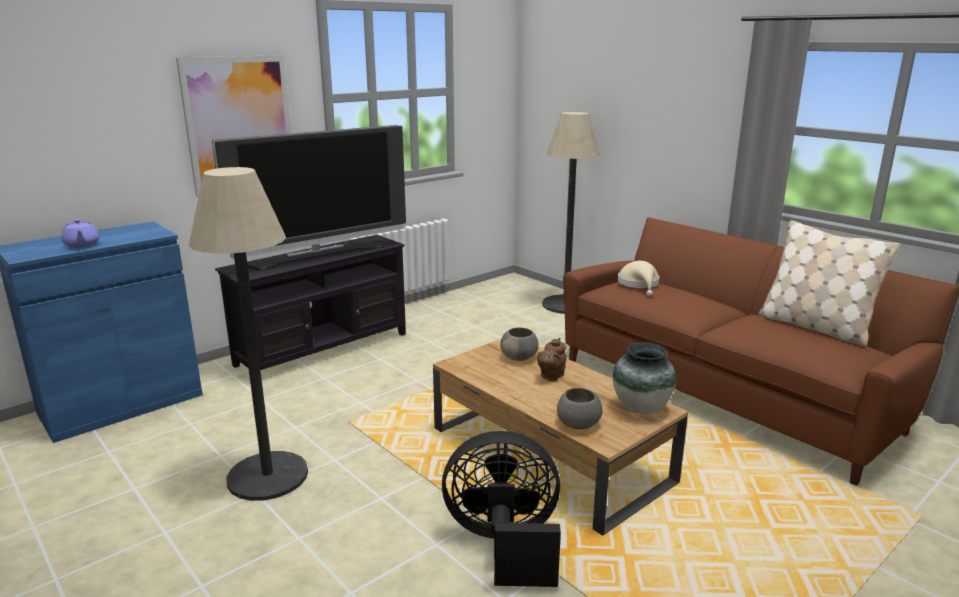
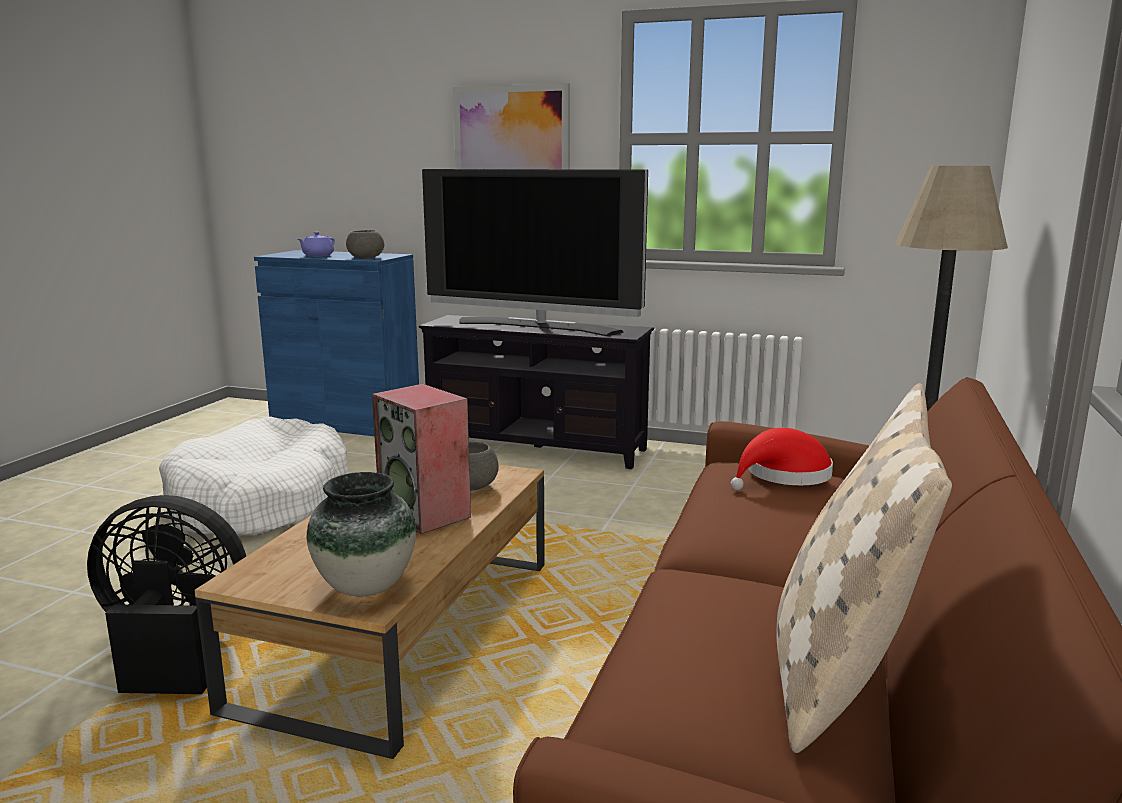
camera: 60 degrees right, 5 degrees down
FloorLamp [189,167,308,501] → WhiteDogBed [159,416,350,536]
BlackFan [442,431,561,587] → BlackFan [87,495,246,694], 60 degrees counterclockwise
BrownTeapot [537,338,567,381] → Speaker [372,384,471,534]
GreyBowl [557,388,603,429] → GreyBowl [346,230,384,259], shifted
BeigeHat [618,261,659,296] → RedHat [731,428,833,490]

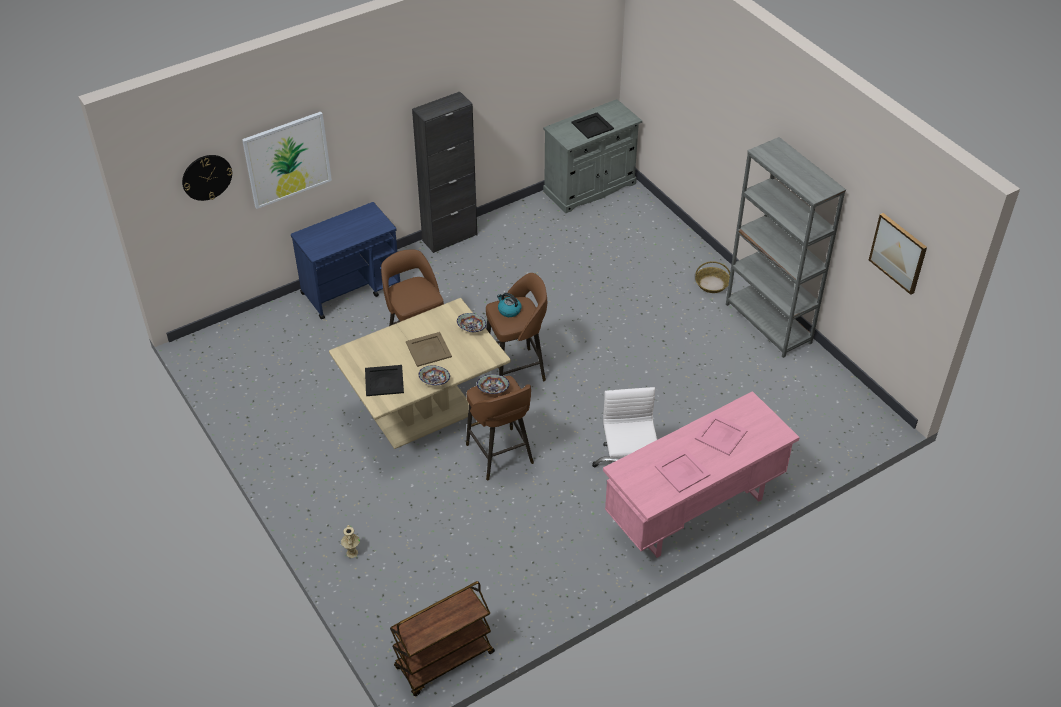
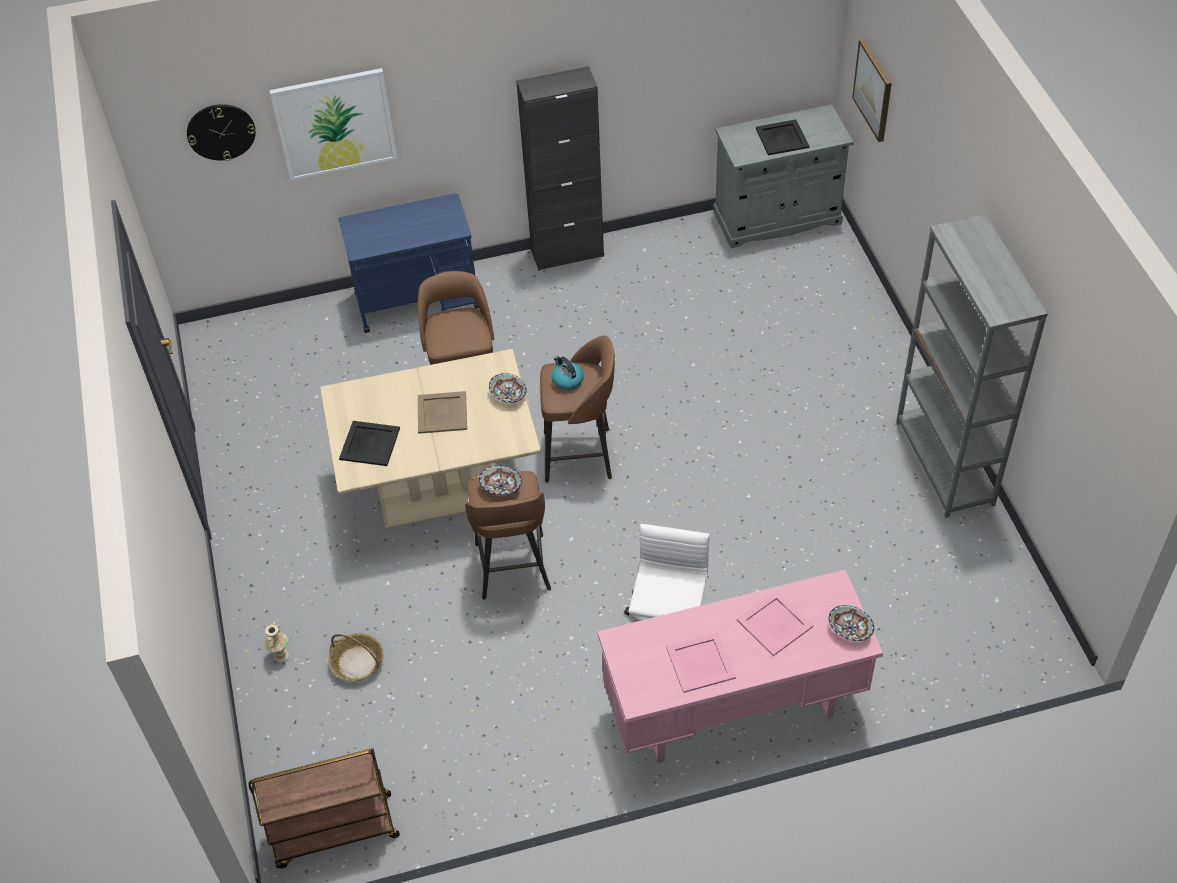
camera: 20 degrees right, 5 degrees up
Bowl [418,365,450,386] → Bowl [829,605,874,641], shifted
Basket [695,261,730,293] → Basket [328,633,384,681], shifted
Picture [869,213,927,295] → Picture [852,39,892,142], shifted

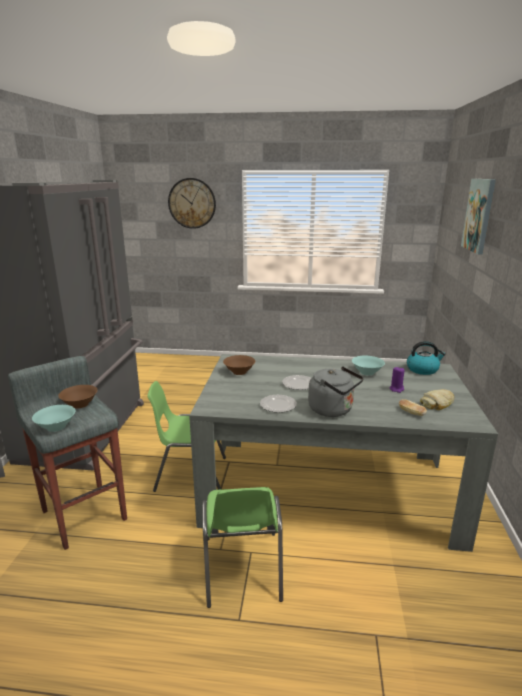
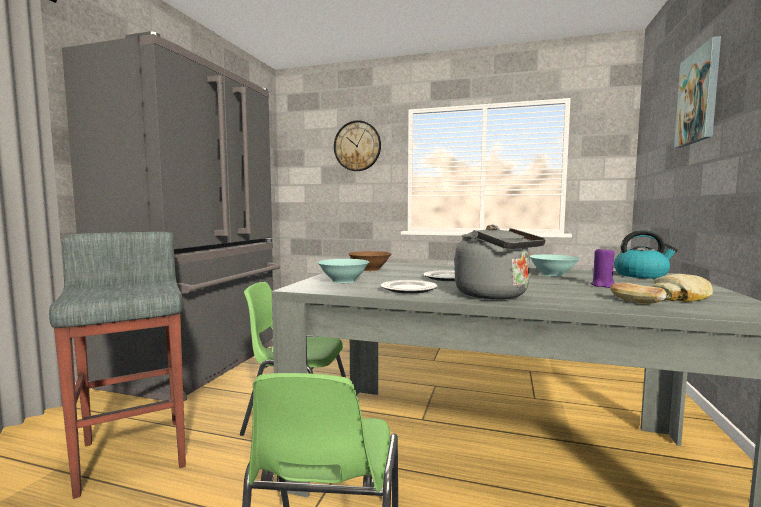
camera: 10 degrees right, 15 degrees down
TurquoiseBowl [32,405,75,432] → TurquoiseBowl [317,259,369,283], shifted
BrownBowl [58,385,97,409] → -

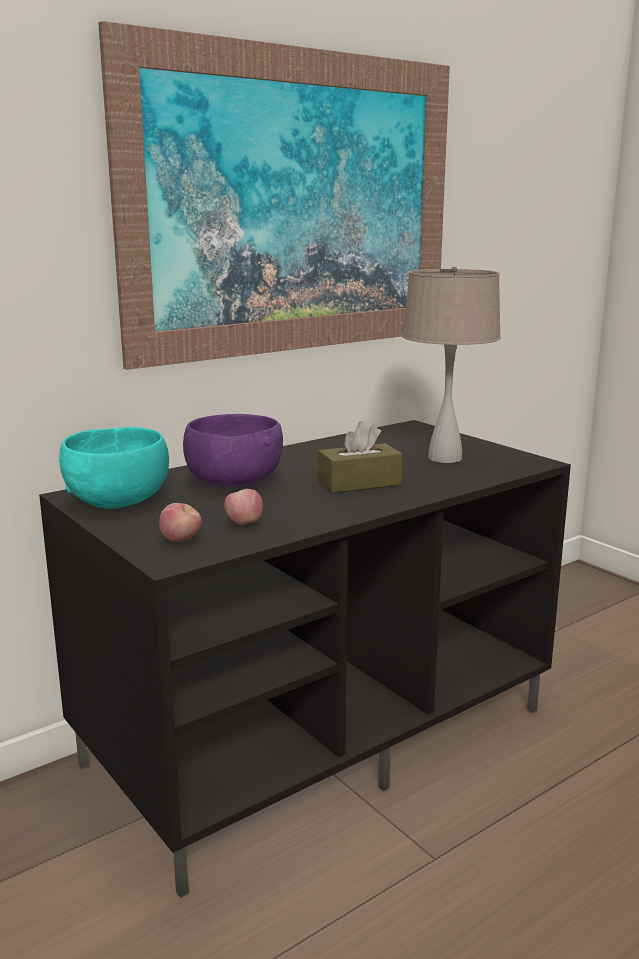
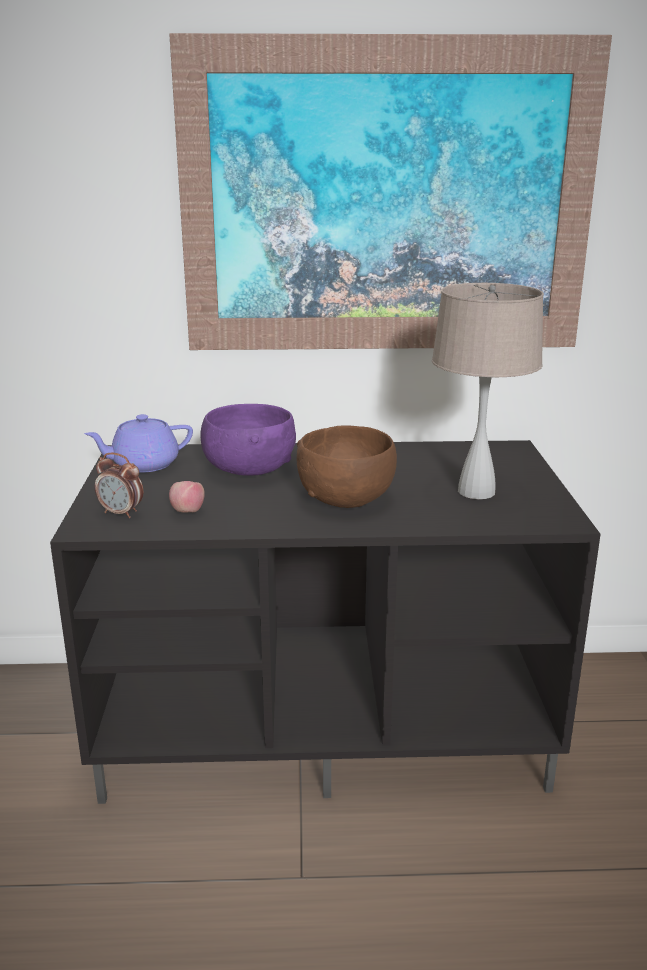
camera: 35 degrees right, 5 degrees up
TurquoiseBowl [59,427,169,509] → PurpleTeapot [84,414,193,473]
Apple [159,503,202,542] → AlarmClock [95,453,143,518]
BrownTissueBox [318,421,402,493] → BrownBowl [296,425,397,508]

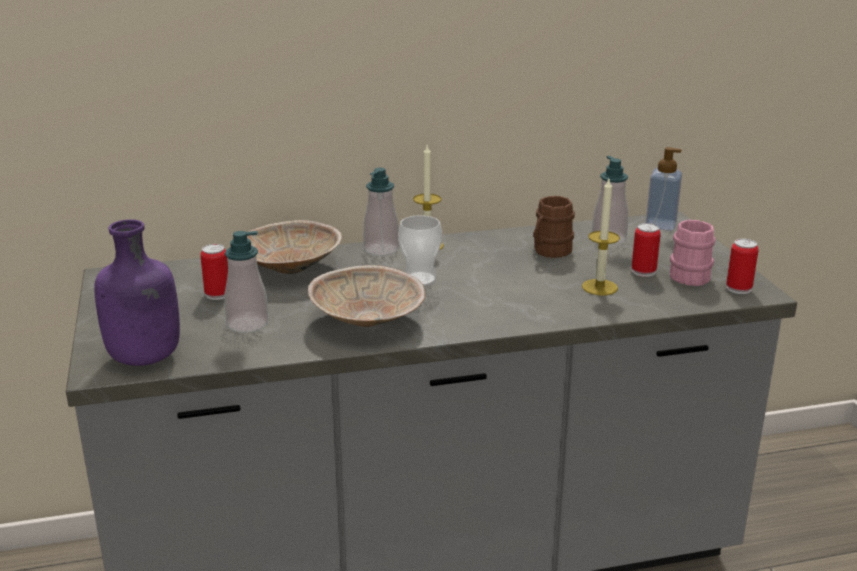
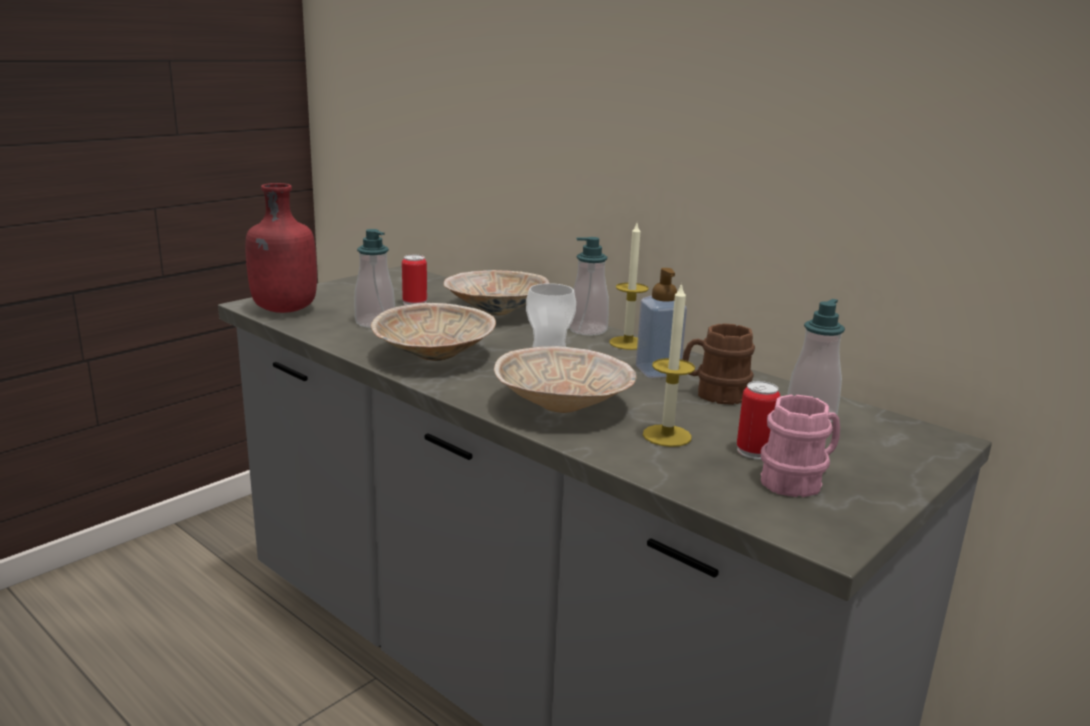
camera: 55 degrees right, 5 degrees down
PurpleBottle [95,219,180,366] → RedBottle [245,183,317,313]
SoapDispenser [646,147,682,231] → SoapDispenser [636,268,687,378], shifted
Can [726,239,759,294] → -
- → BeigeBowl [494,346,637,413]

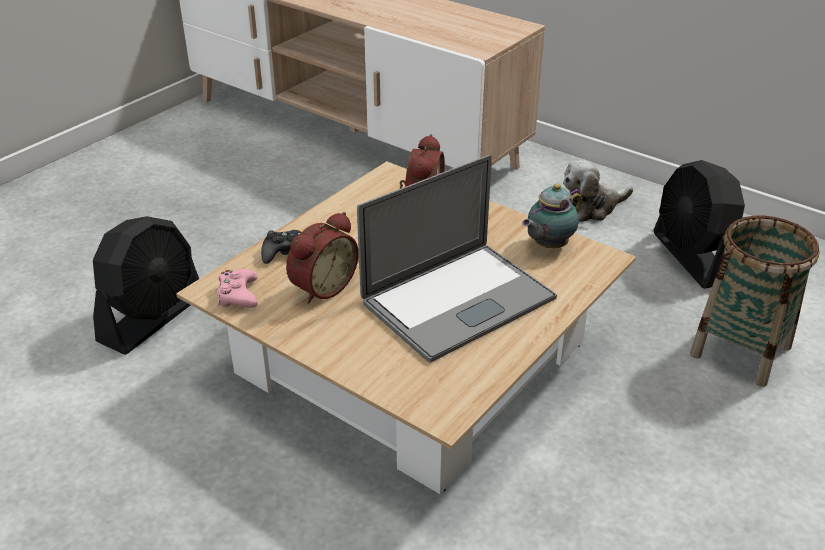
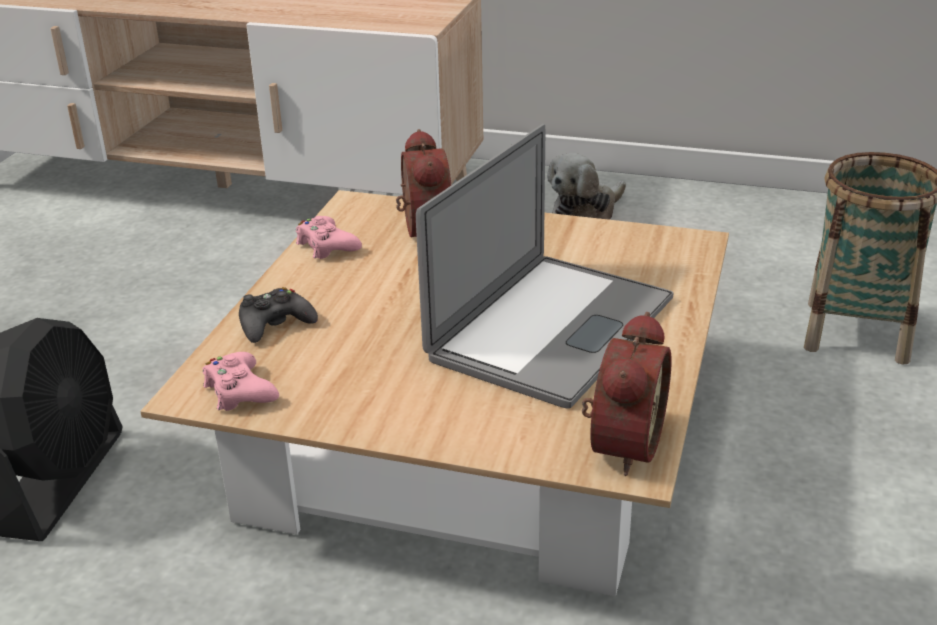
camera: 20 degrees left, 5 degrees down
AlarmClock [286,212,359,304] → AlarmClock [582,312,672,476], shifted
Teapot [522,183,582,248] → -
BlackFan [654,160,745,289] → -
- → PinkGameController [296,216,362,259]

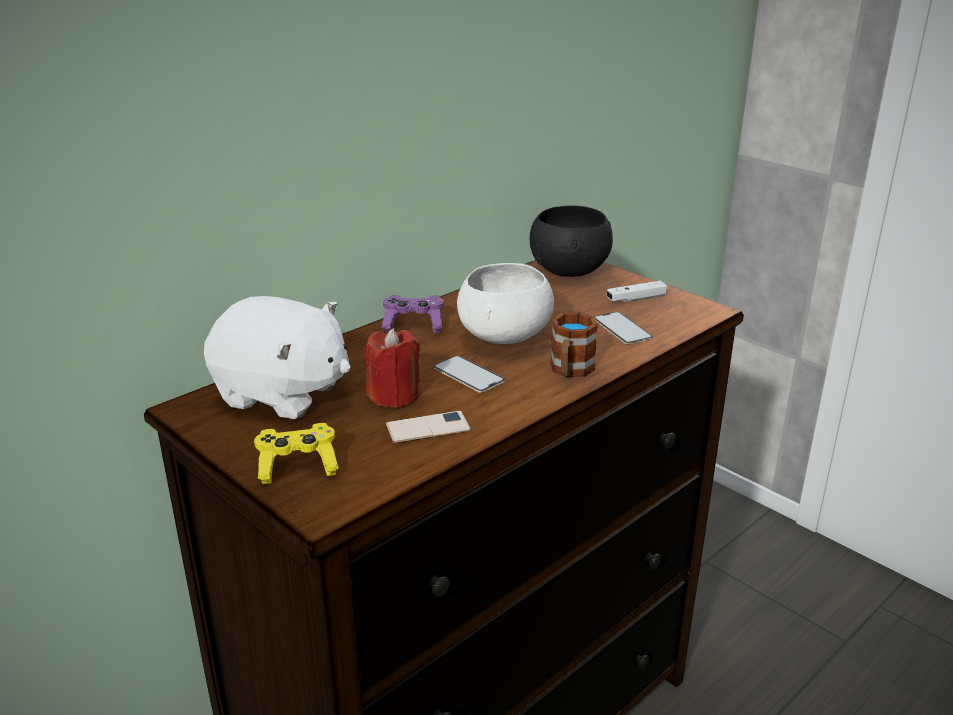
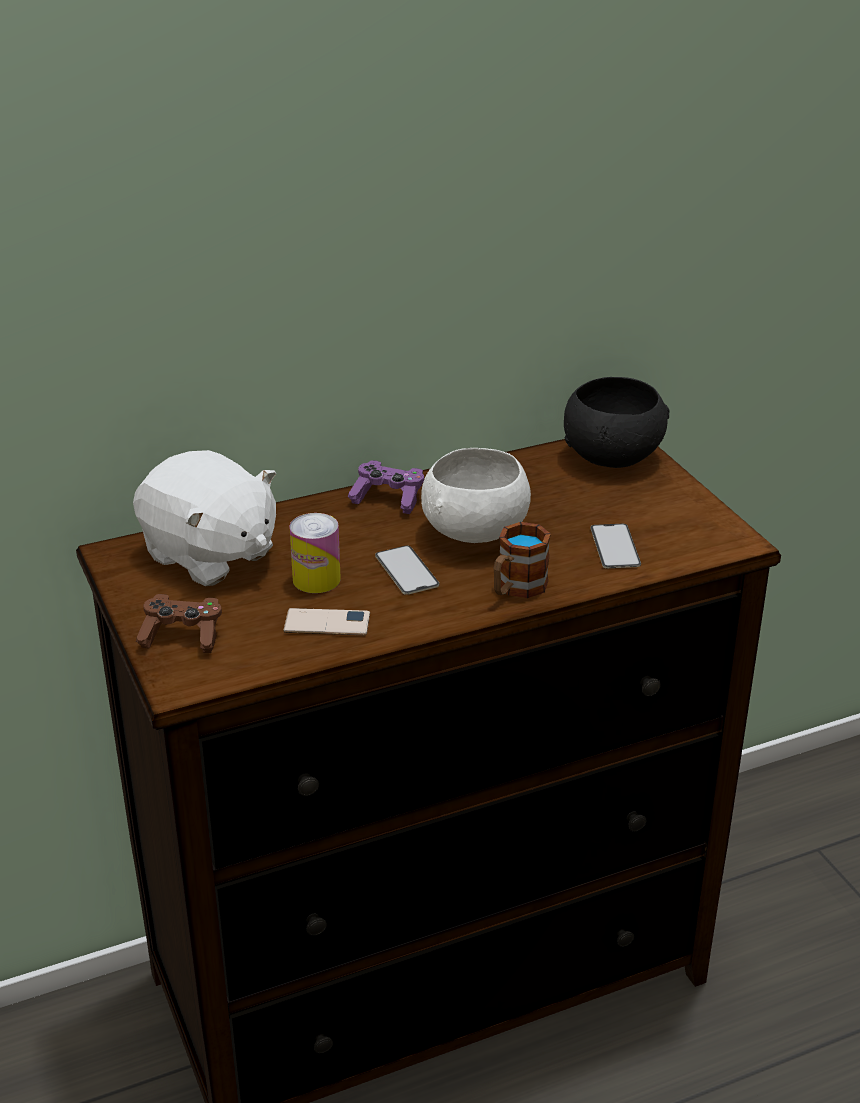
camera: 20 degrees right, 5 degrees up
YellowGameController [254,423,339,484] → BrownGameController [136,594,222,653]
RedCandle [365,328,420,408] → Can [289,513,341,593]
WhiteGameController [607,281,667,302] → -

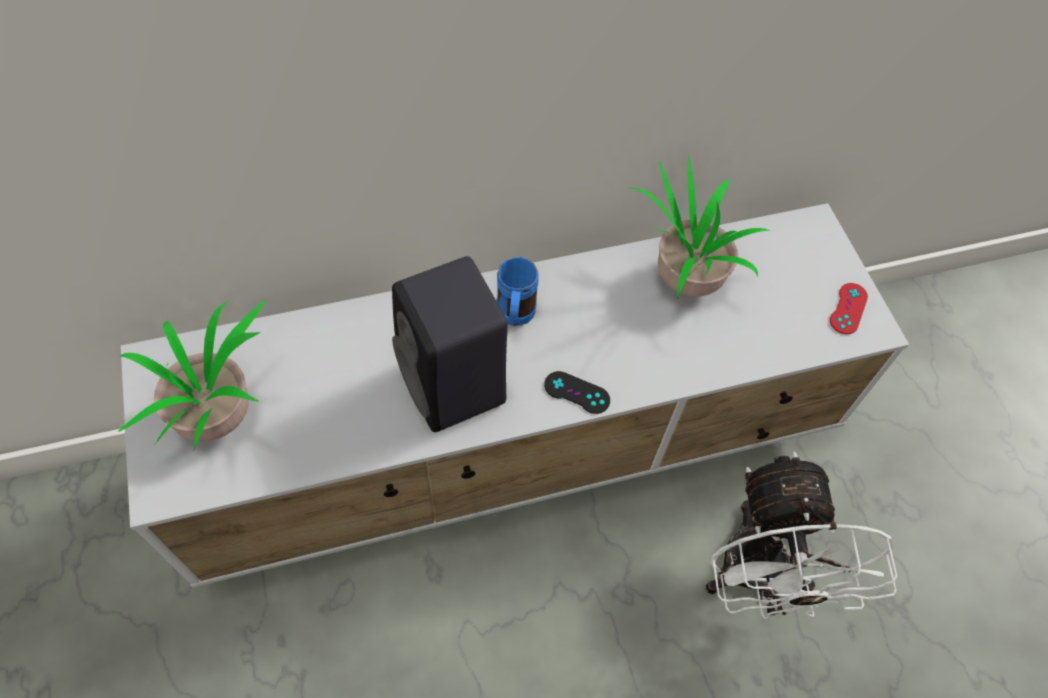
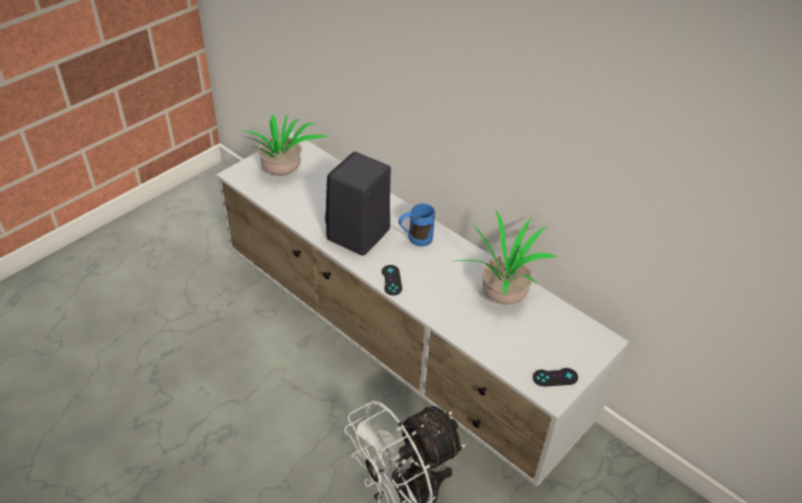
camera: 60 degrees right, 15 degrees down
RedGameController [830,283,868,334] → BlackGameController [533,368,578,387]

